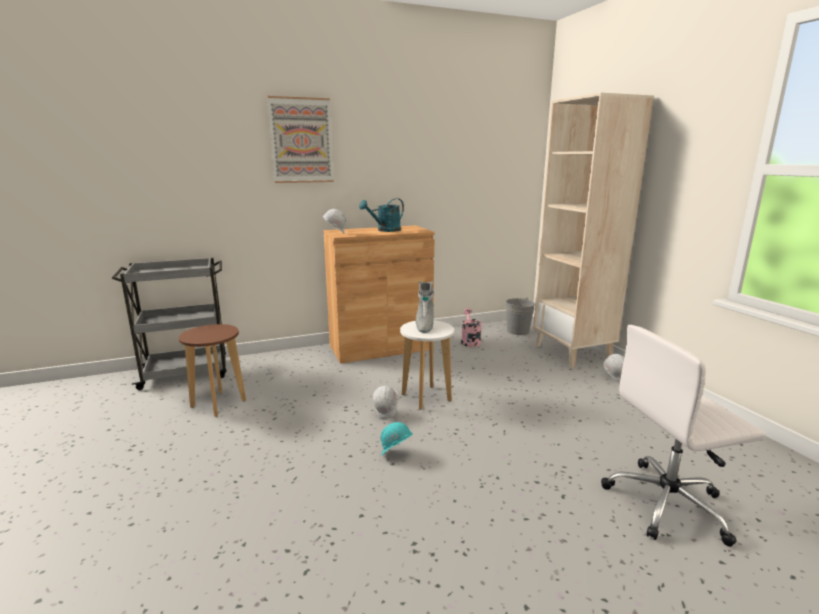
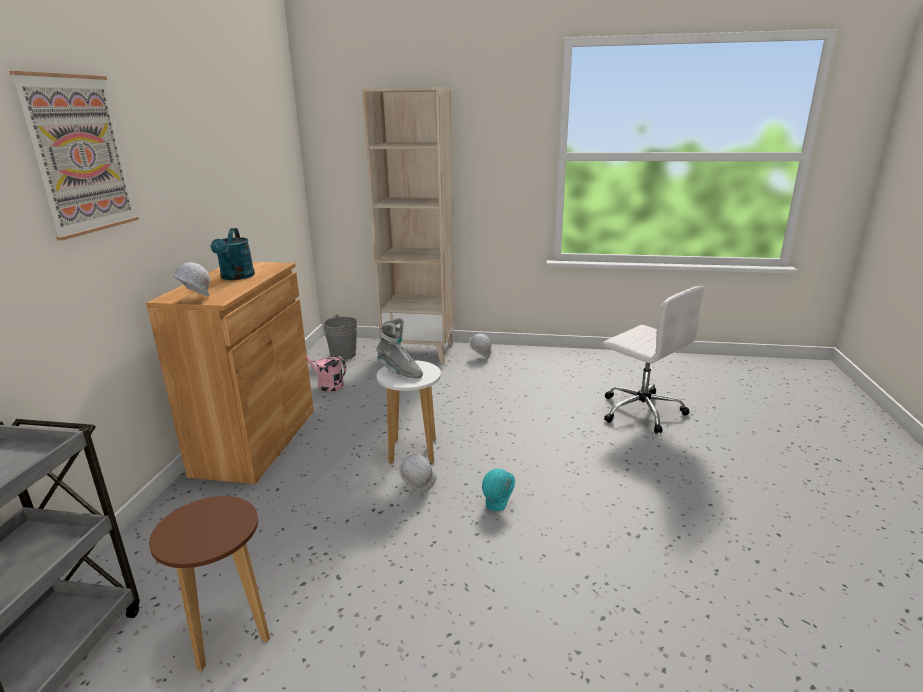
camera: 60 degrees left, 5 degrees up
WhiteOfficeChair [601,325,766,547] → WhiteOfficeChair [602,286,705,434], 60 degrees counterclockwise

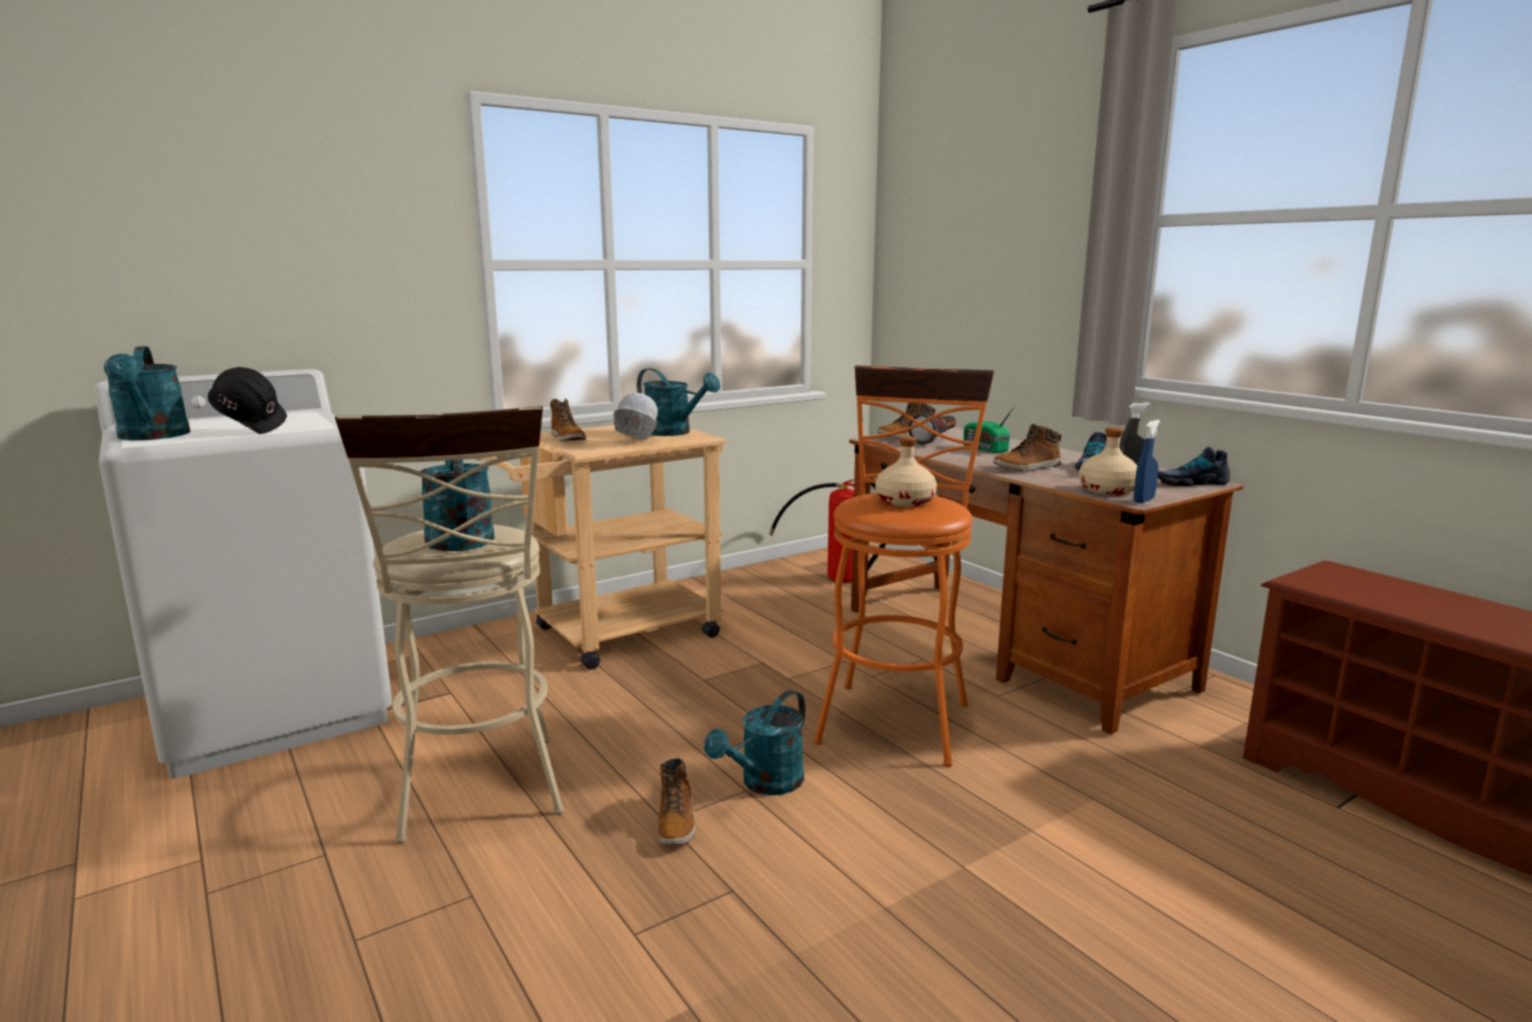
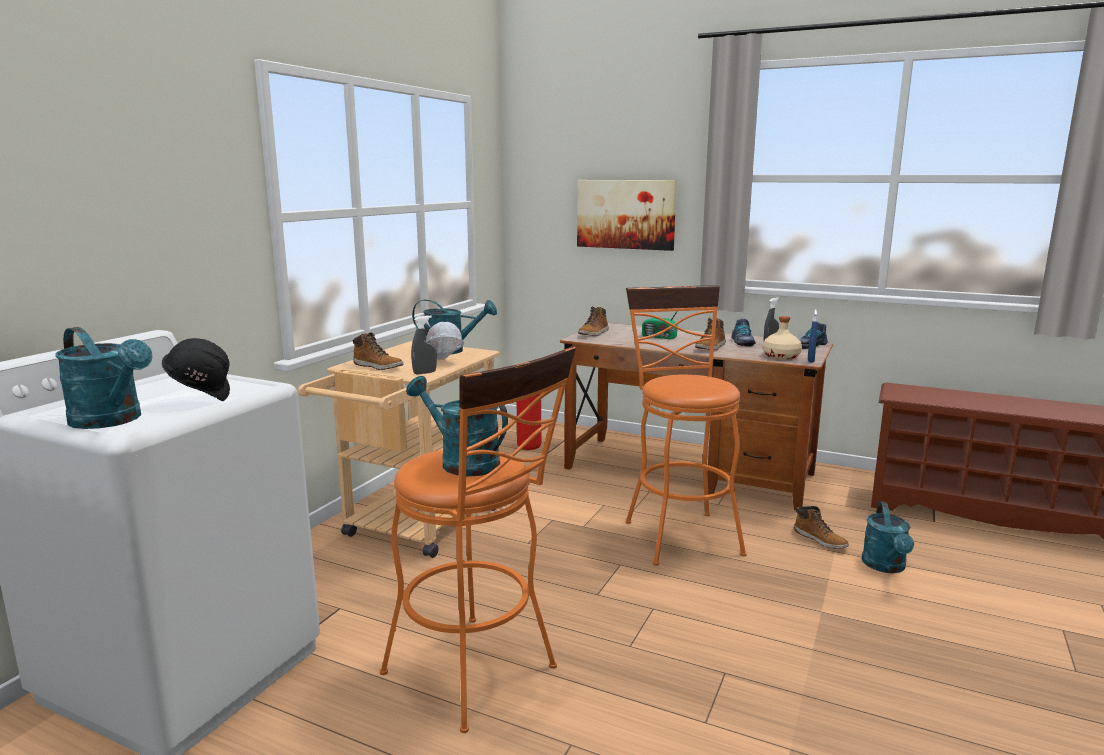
camera: 30 degrees left, 0 degrees up
BeigeStool [335,406,564,844] → OrangeStool [380,346,576,733]
Boot [657,758,696,845] → Boot [794,506,849,549], shifted
TurquoiseWateringCan [704,690,805,795] → TurquoiseWateringCan [862,502,914,573], shifted
BeigeBottle [875,436,937,507] → -
Flashlight [908,413,957,445] → -
- → GreySprayBottle [411,315,437,375]
- → Picture [577,180,677,251]

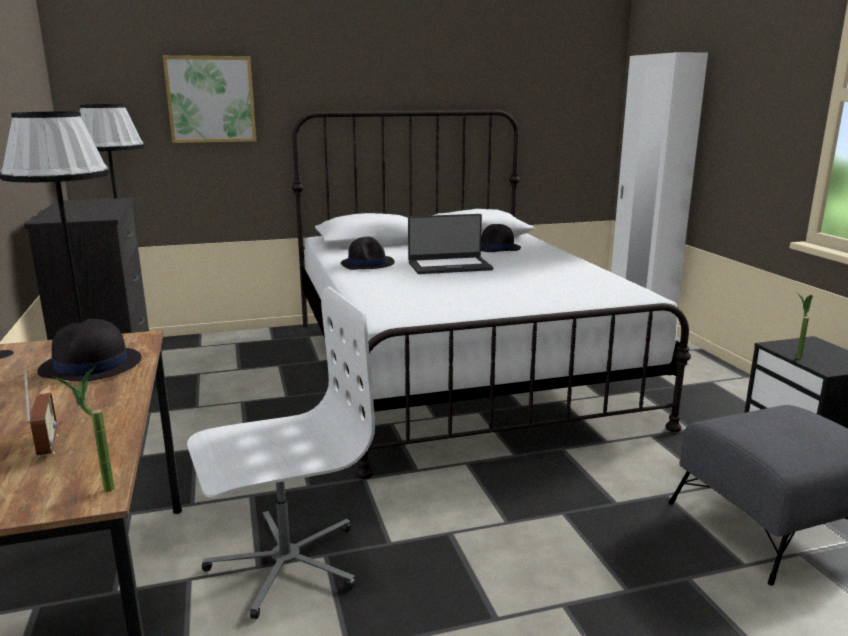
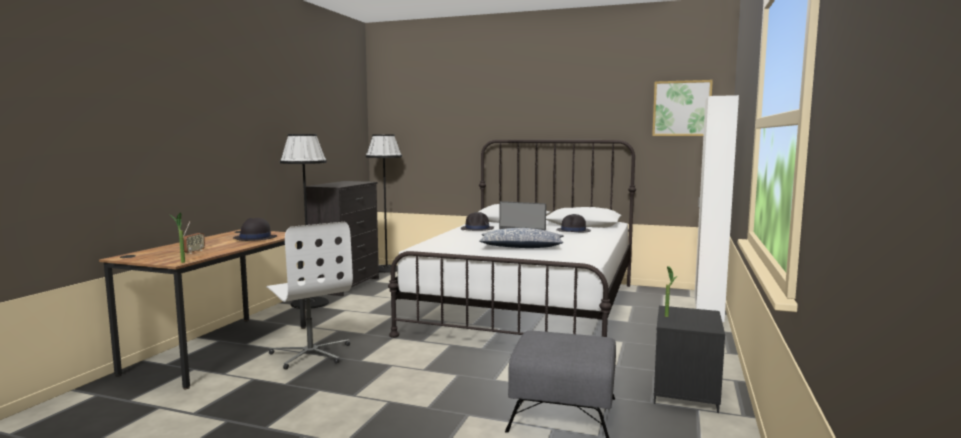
camera: 35 degrees right, 10 degrees down
Picture [163,55,256,143] → Picture [652,80,713,136], shifted
WhiteOfficeChair [187,286,375,619] → WhiteOfficeChair [266,222,353,370], 45 degrees clockwise
- → Pillow [479,228,564,248]

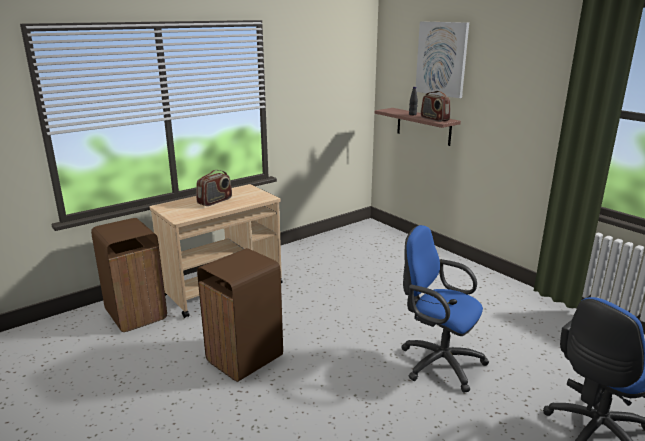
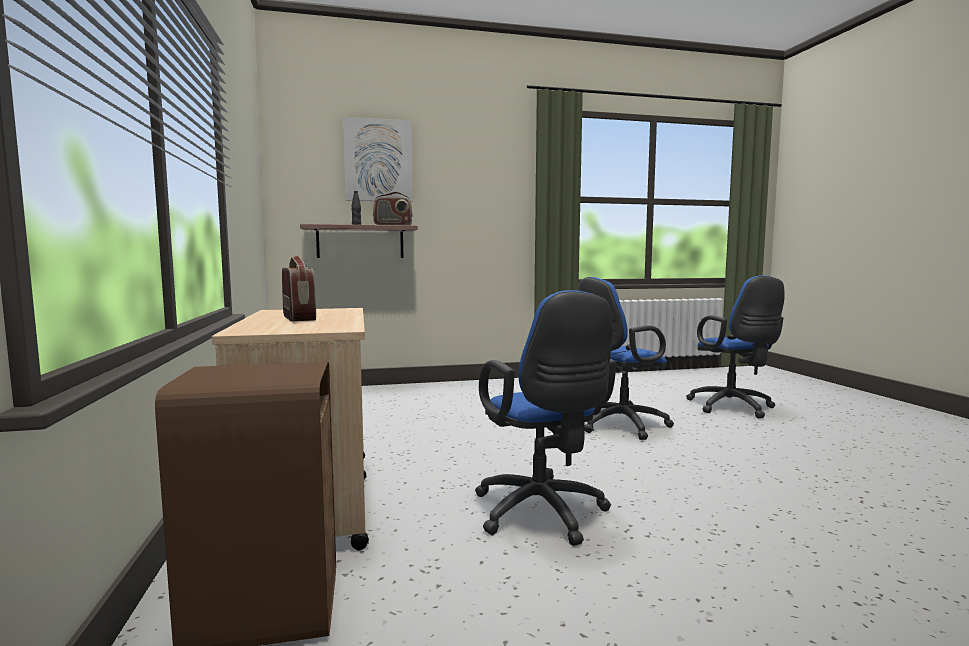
camera: 65 degrees left, 15 degrees down
BrownTrashCan [197,248,283,382] → BlueOfficeChair [475,290,616,546]

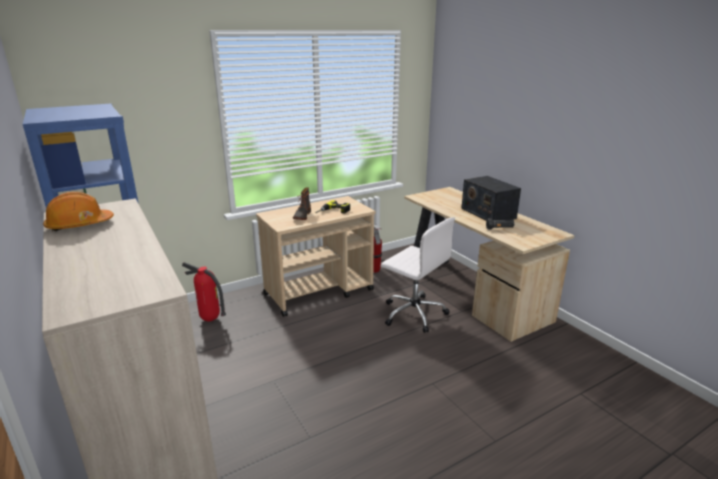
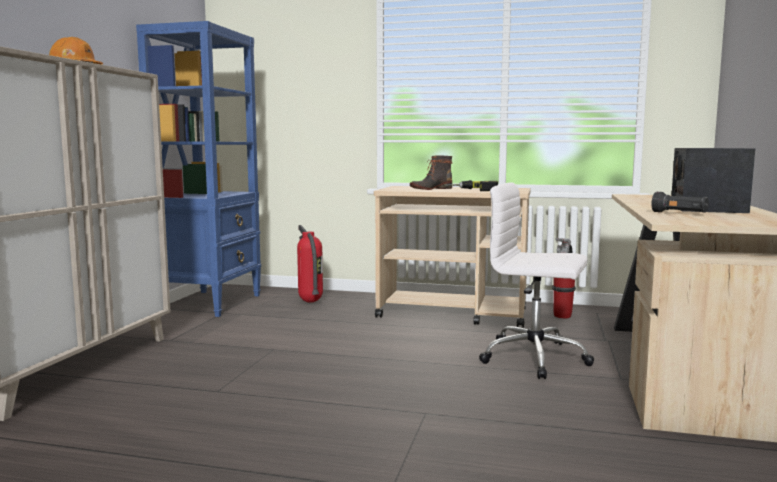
camera: 45 degrees right, 15 degrees down
WhiteOfficeChair [381,217,455,333] → WhiteOfficeChair [479,182,594,379], 120 degrees clockwise

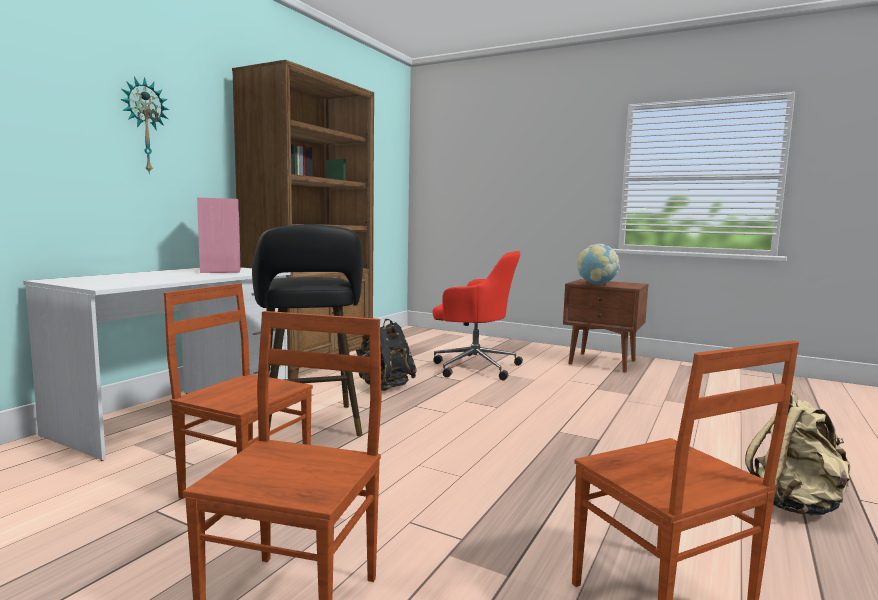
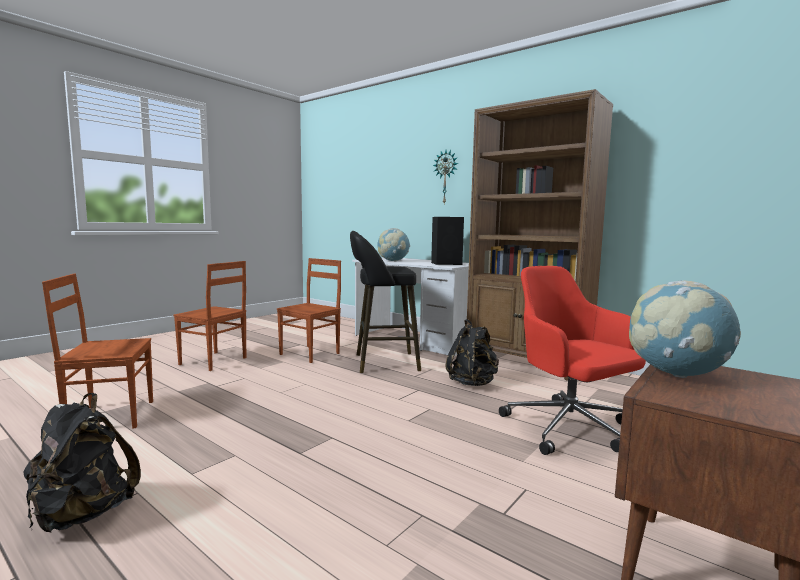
camera: 100 degrees right, 0 degrees up
PinkSpeaker [197,198,241,273] → BlackSpeaker [431,217,464,265]
RedOfficeChair [433,251,523,380] → RedOfficeChair [499,266,646,455], 120 degrees clockwise
BeigeBackpack [745,390,850,516] → BlackBackpack [23,393,141,533]
- → Globe [378,228,410,261]

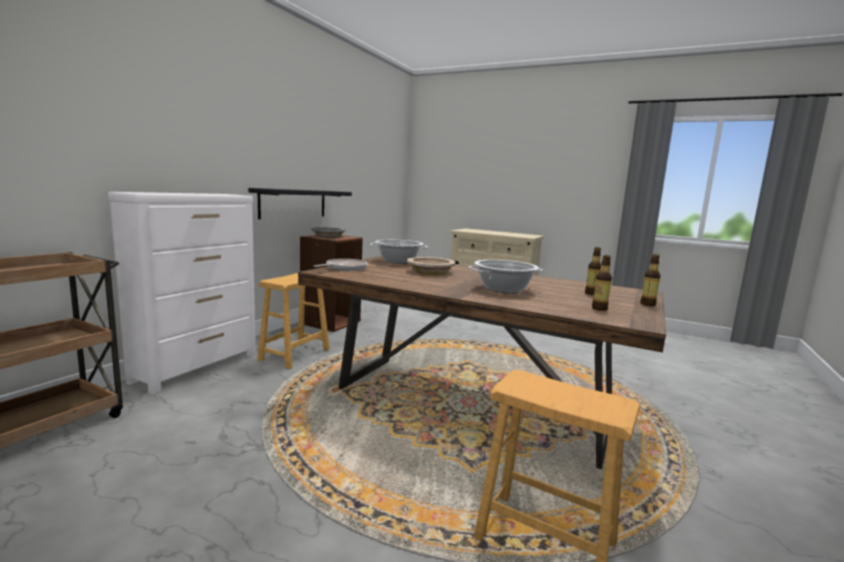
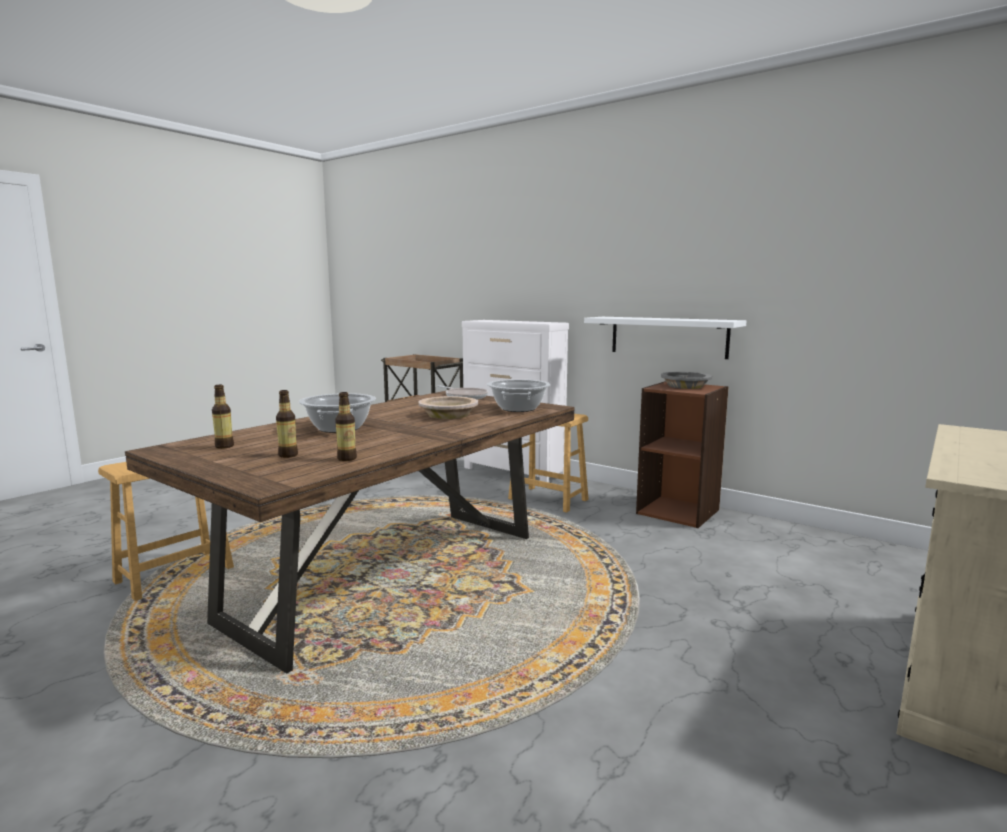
camera: 100 degrees right, 0 degrees up
BlackShelf [248,188,352,219] → WhiteShelf [584,317,747,359]
Bottle [640,254,661,306] → Bottle [335,392,357,461], shifted

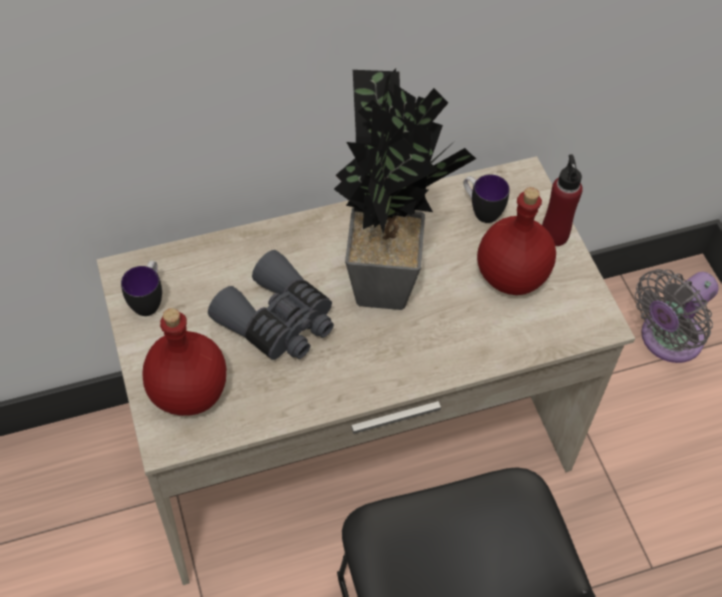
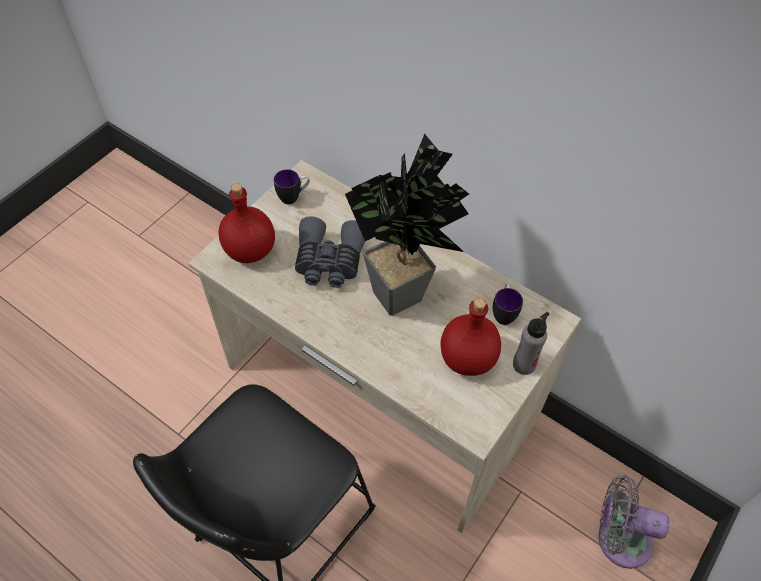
camera: 55 degrees right, 0 degrees up
RedBottle [542,154,583,246] → GreyBottle [513,312,549,375]

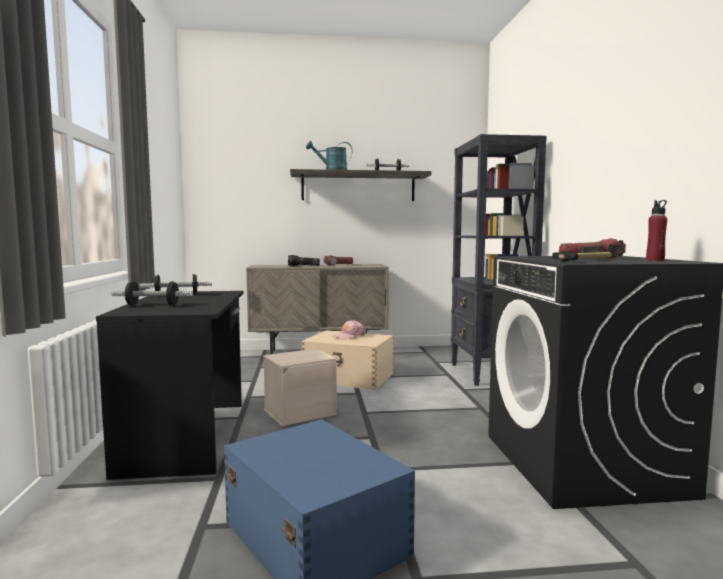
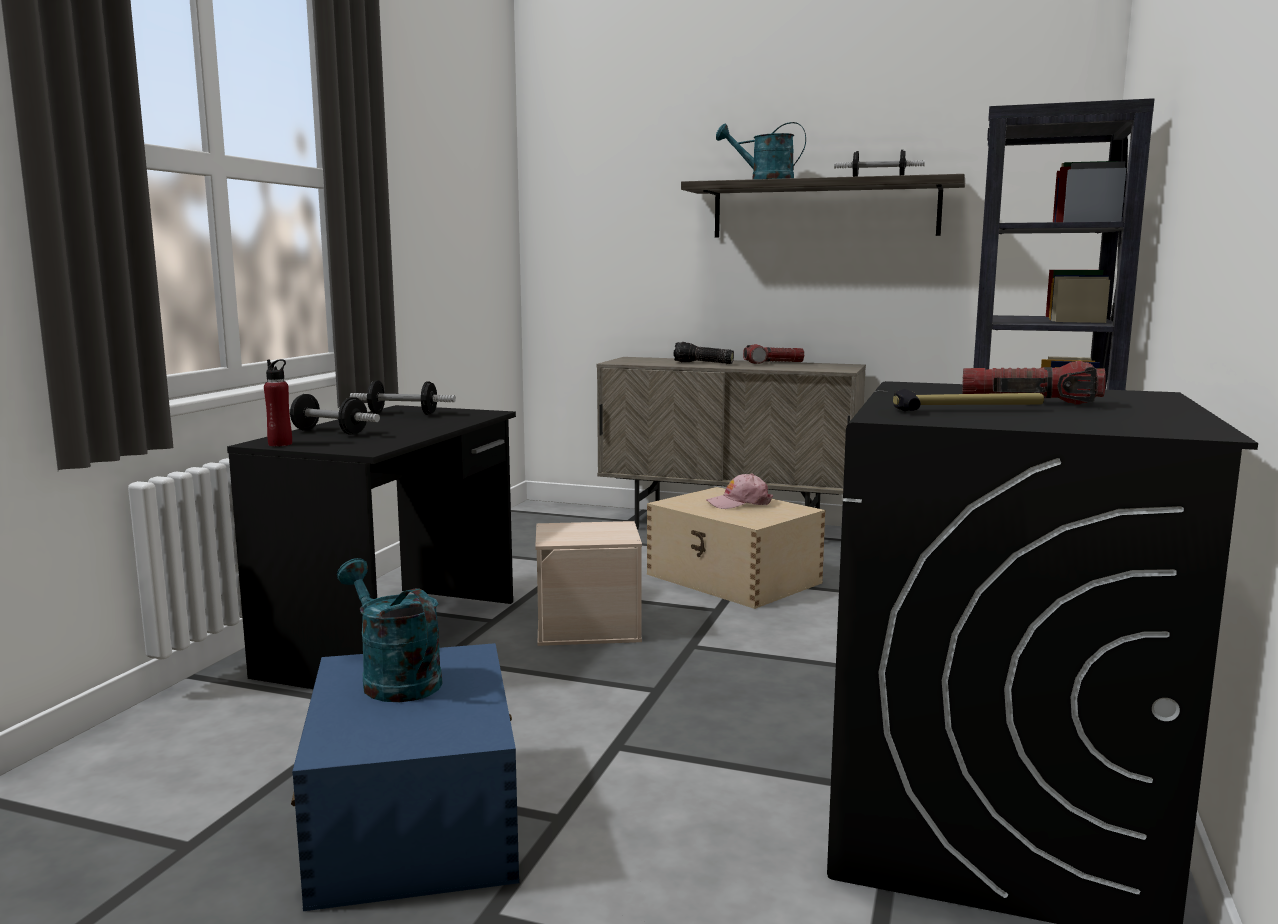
camera: 25 degrees right, 5 degrees up
RedBottle [646,200,667,261] → RedBottle [264,359,292,447], shifted
- → TurquoiseWateringCan [337,558,443,702]

